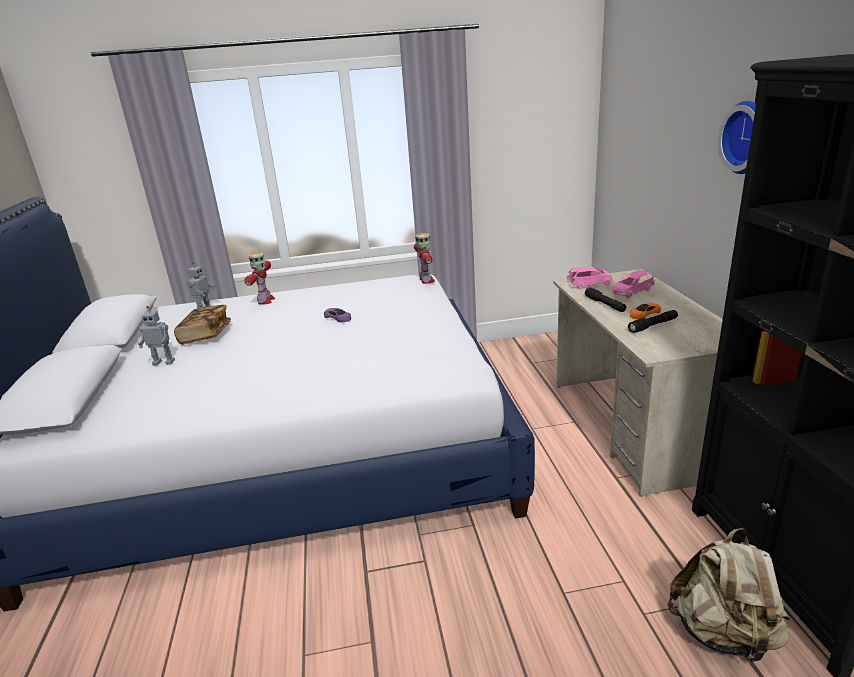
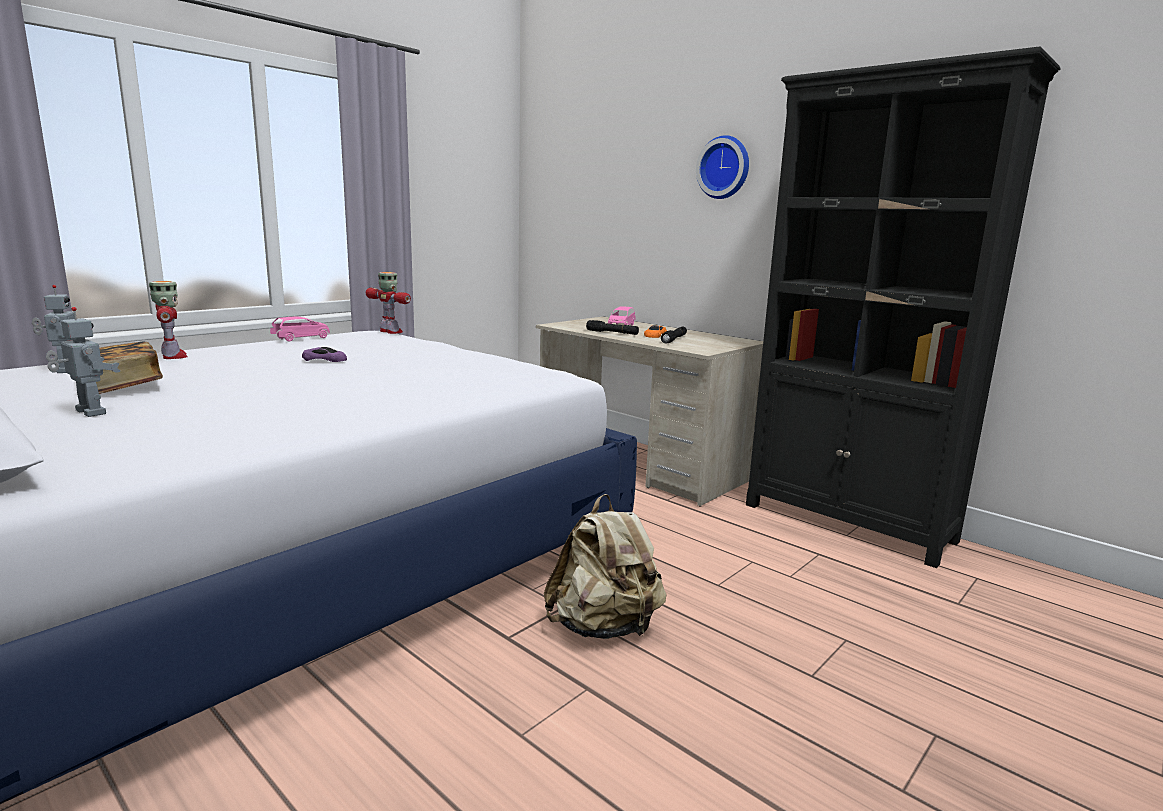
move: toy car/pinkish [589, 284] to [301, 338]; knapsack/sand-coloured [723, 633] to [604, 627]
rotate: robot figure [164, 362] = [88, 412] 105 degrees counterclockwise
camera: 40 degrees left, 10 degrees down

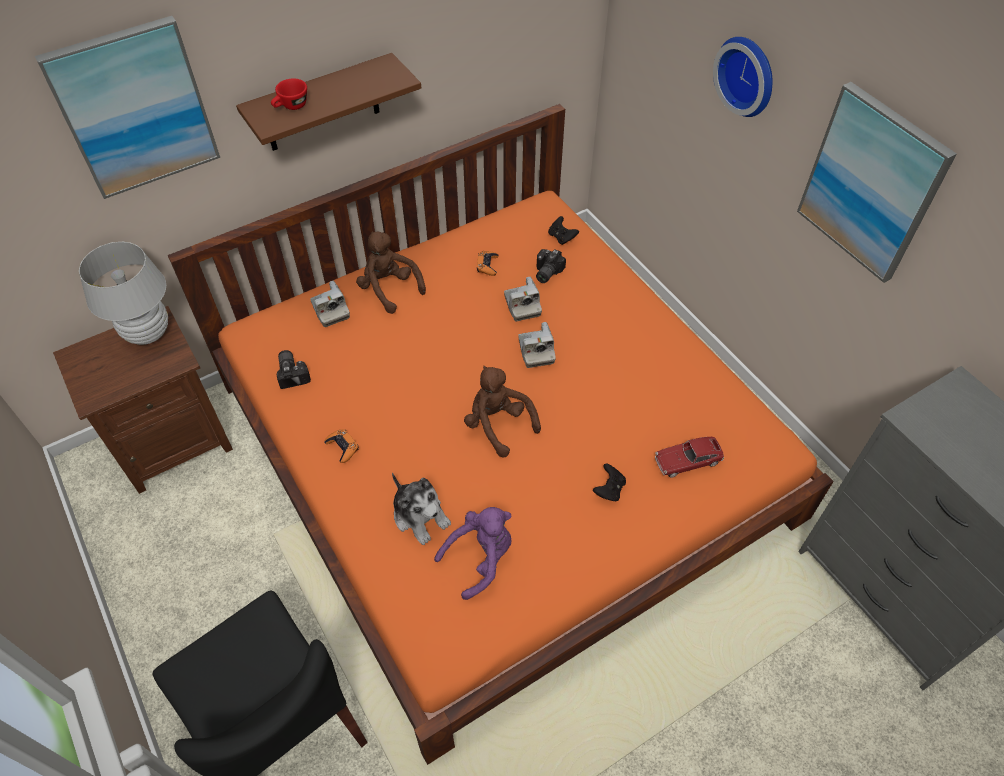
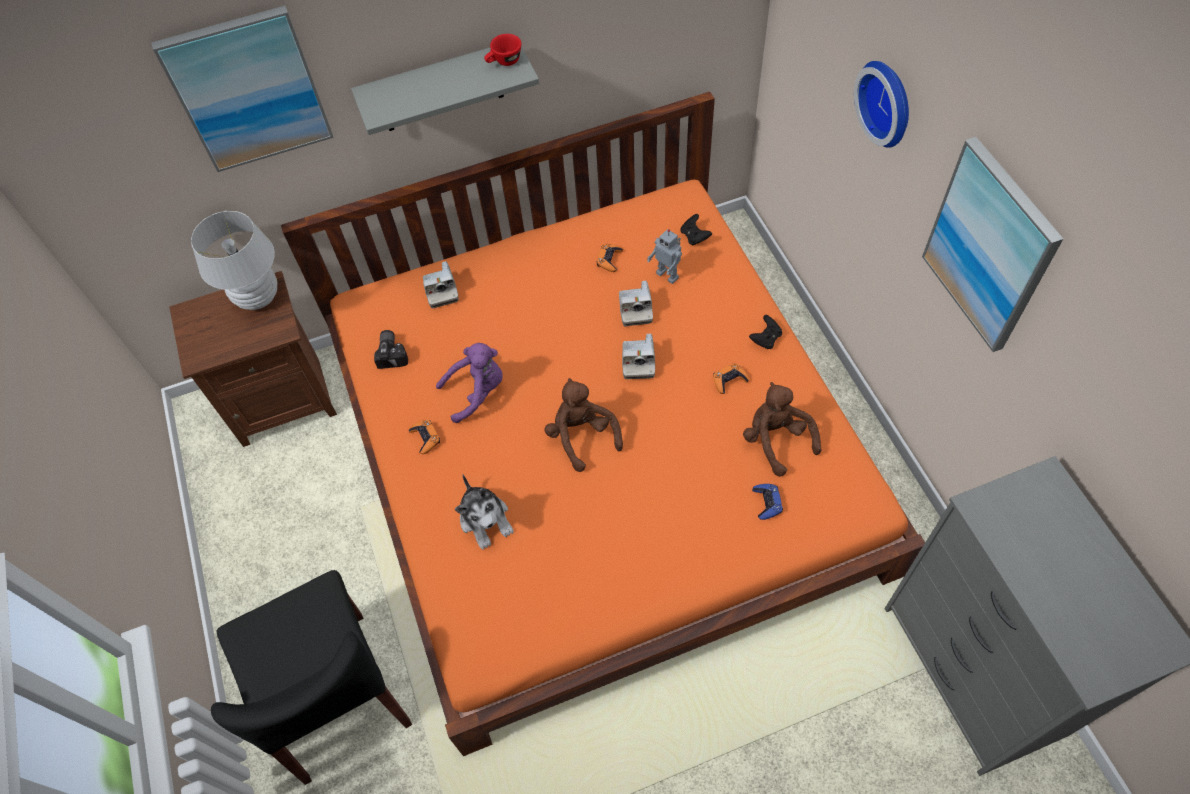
insert: joypad/orange-coloured [729, 380]
move: small cup/red [291, 107] to [504, 62]; soft toy/brownish [389, 289] to [776, 440]; joypad/blackish [609, 489] to [765, 339]; soft toy/purplish [480, 558] to [477, 392]
replace: photo camera [545, 272] to robot figure [668, 275]; toy car [687, 461] to joypad/bluish [767, 503]
recolor: shelf/brownish [321, 104] to shelf/greyish [441, 88]
camera: 15 degrees right, 5 degrees up

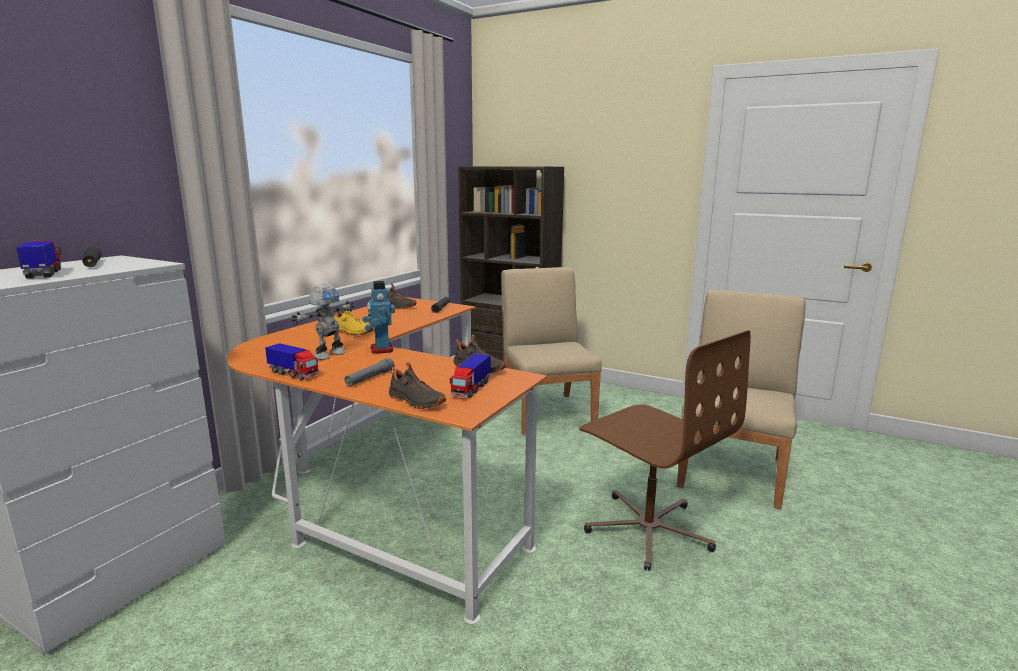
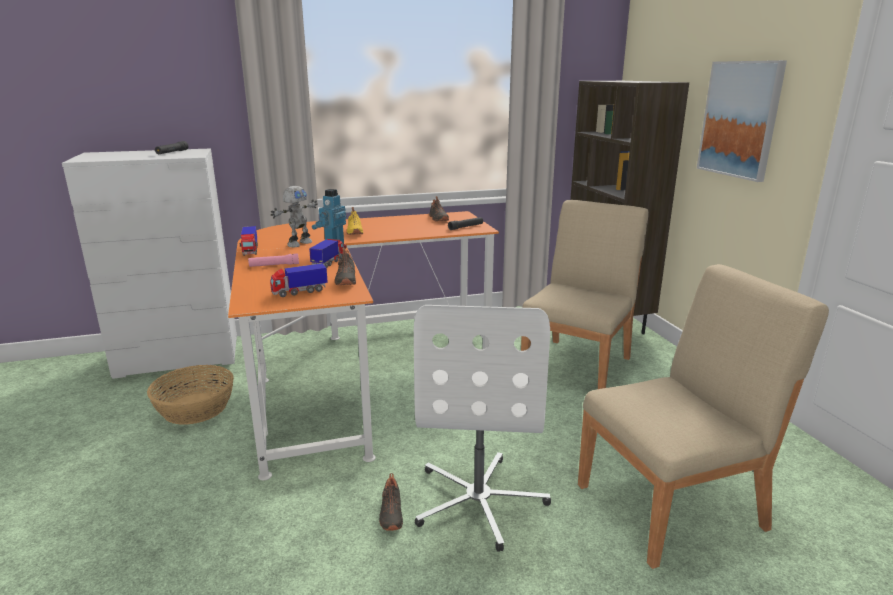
insert: picture [740, 119]; storage basket [195, 408]
move: toy lorry [44, 273] to [328, 262]; low shoe/blackish [415, 402] to [390, 513]
recolor: computer chair/brownish [648, 529] to computer chair/whitish [479, 500]; hand torch/greyish [370, 378] to hand torch/pinkish [274, 265]
rotate: robot figure [328, 355] = [299, 243] 45 degrees counterclockwise
camera: 45 degrees right, 5 degrees up

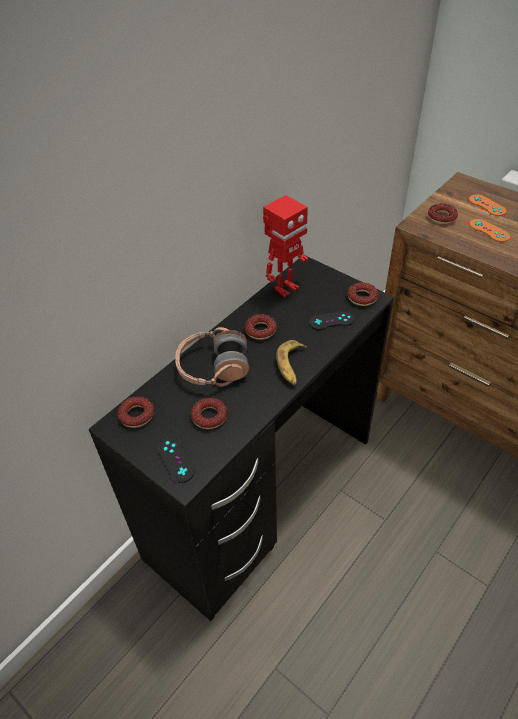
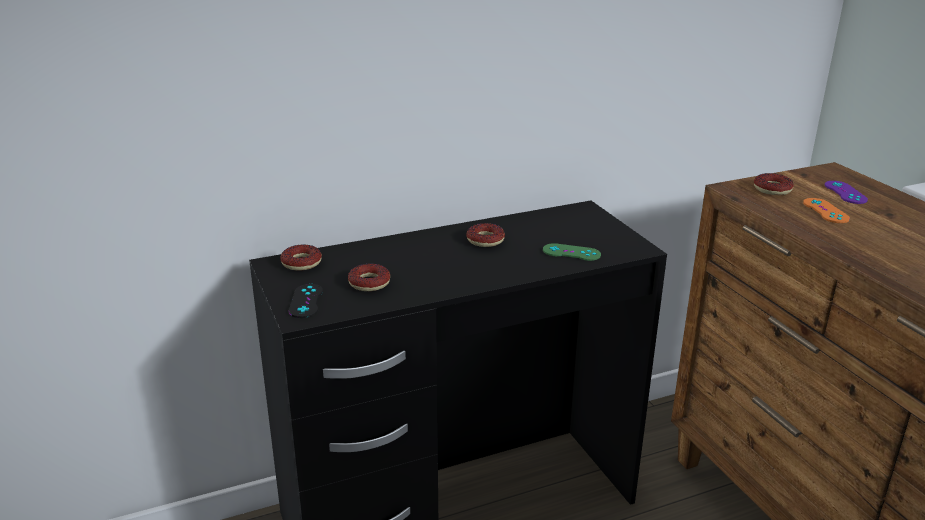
delete: robot figure [285, 288]; doughnut [362, 297]; headset [213, 367]; banana fruit [291, 366]
recolor: joypad/orange-coloured [487, 205] to joypad/purplish [845, 192]; joypad/blackish [331, 321] to joypad/greenish [571, 252]
camera: 25 degrees right, 20 degrees down

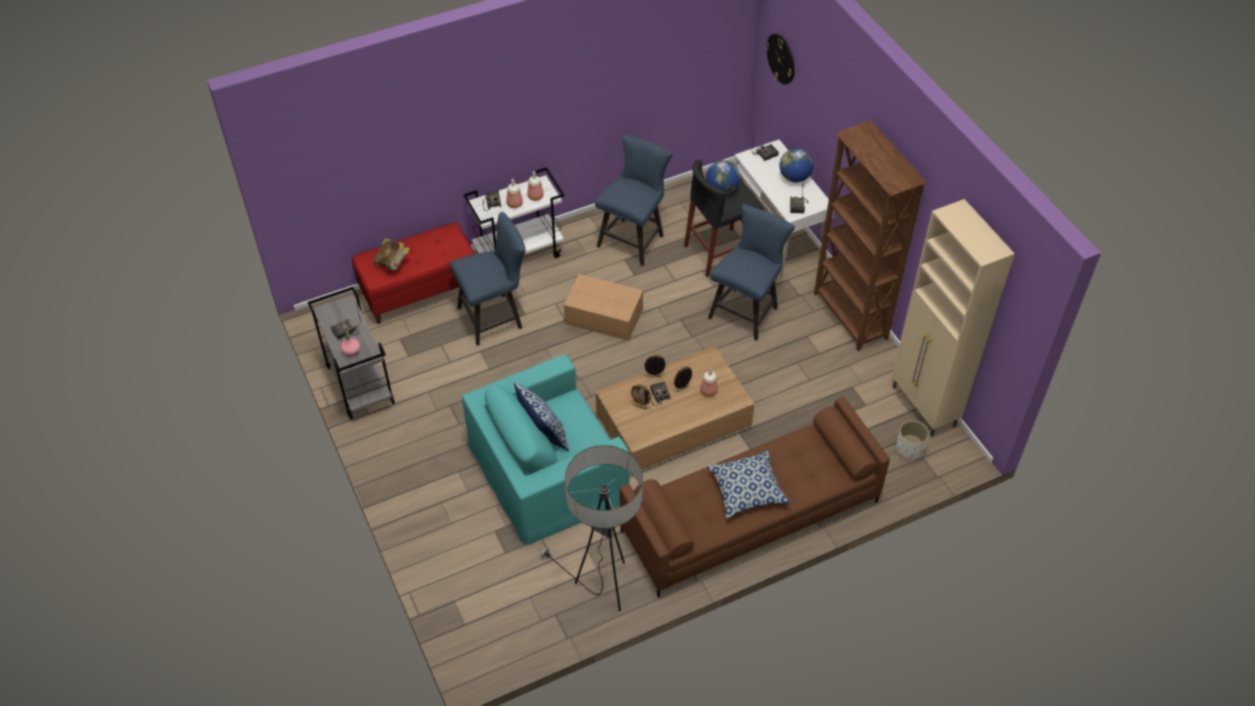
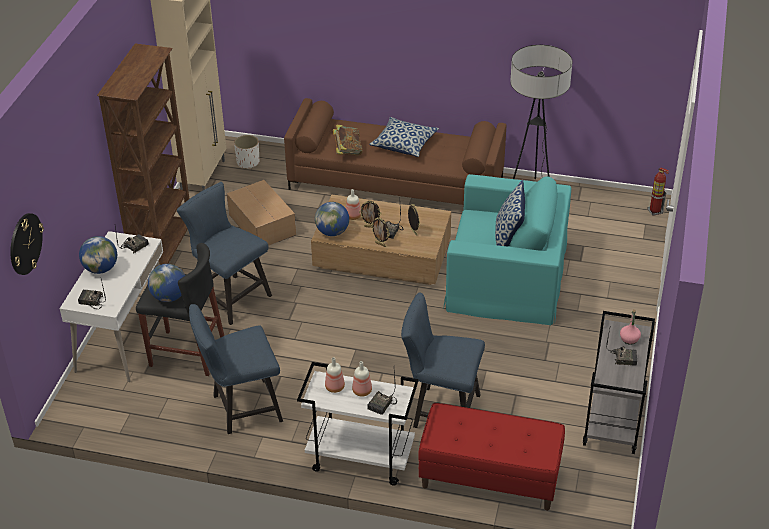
insert: fire-fighting cylinder [655, 211]; world globe [332, 232]
move: bound book [393, 264] to [347, 150]; packing box [604, 317] to [262, 224]
rotate: chair/bluish [746, 310] = [230, 297] 60 degrees clockwise
camera: 140 degrees left, 10 degrees down

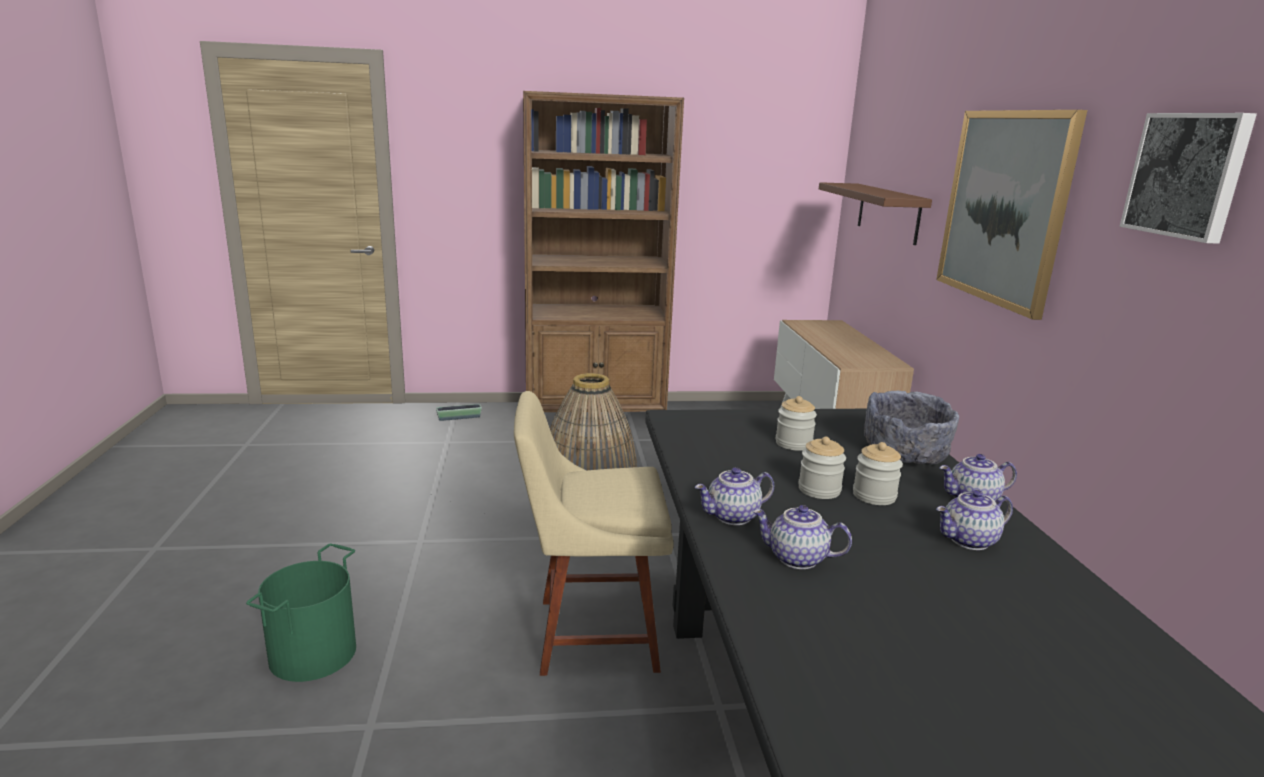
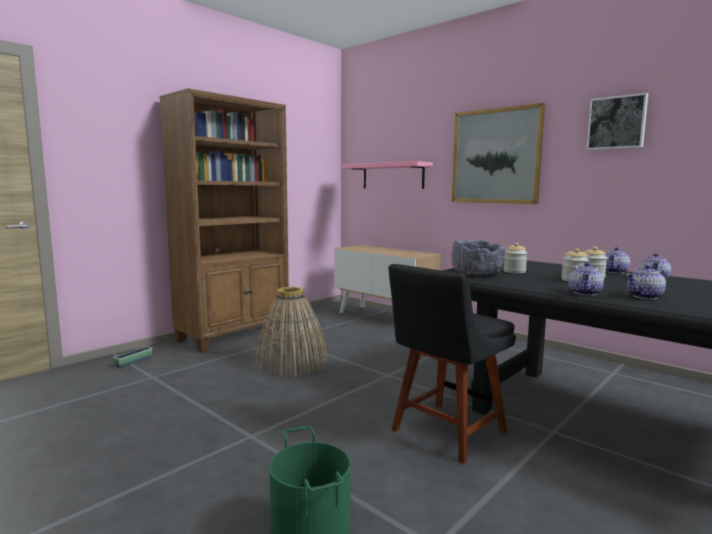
move: bowl/greyish [905, 454] to [476, 274]
recolor: shelf/brownish [888, 212] to shelf/pinkish [392, 176]; chair/sand-coloured [589, 634] to chair/blackish [445, 433]
camera: 40 degrees left, 10 degrees down

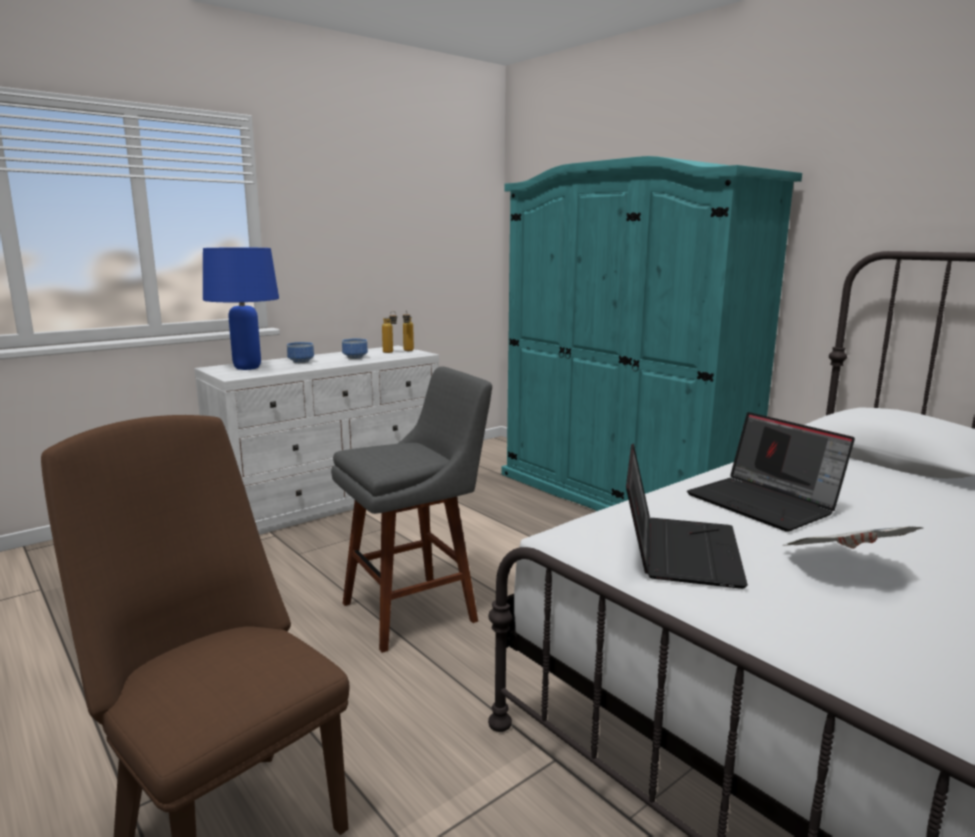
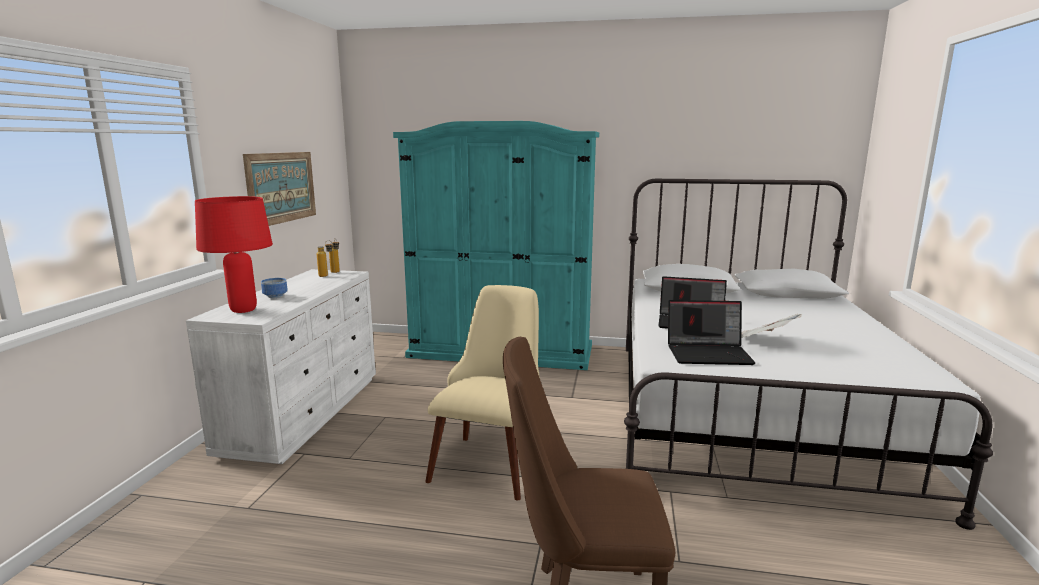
delete: bowl [354, 357]
insert: picture [281, 187]
replace: sitting stool/greyish [416, 610] to chair/sand-coloured [492, 457]
recolor: lamp for a table/bluish [246, 368] to lamp for a table/red [243, 310]
rotate: laptop [678, 550] = [709, 353] 120 degrees clockwise
camera: 40 degrees left, 0 degrees up

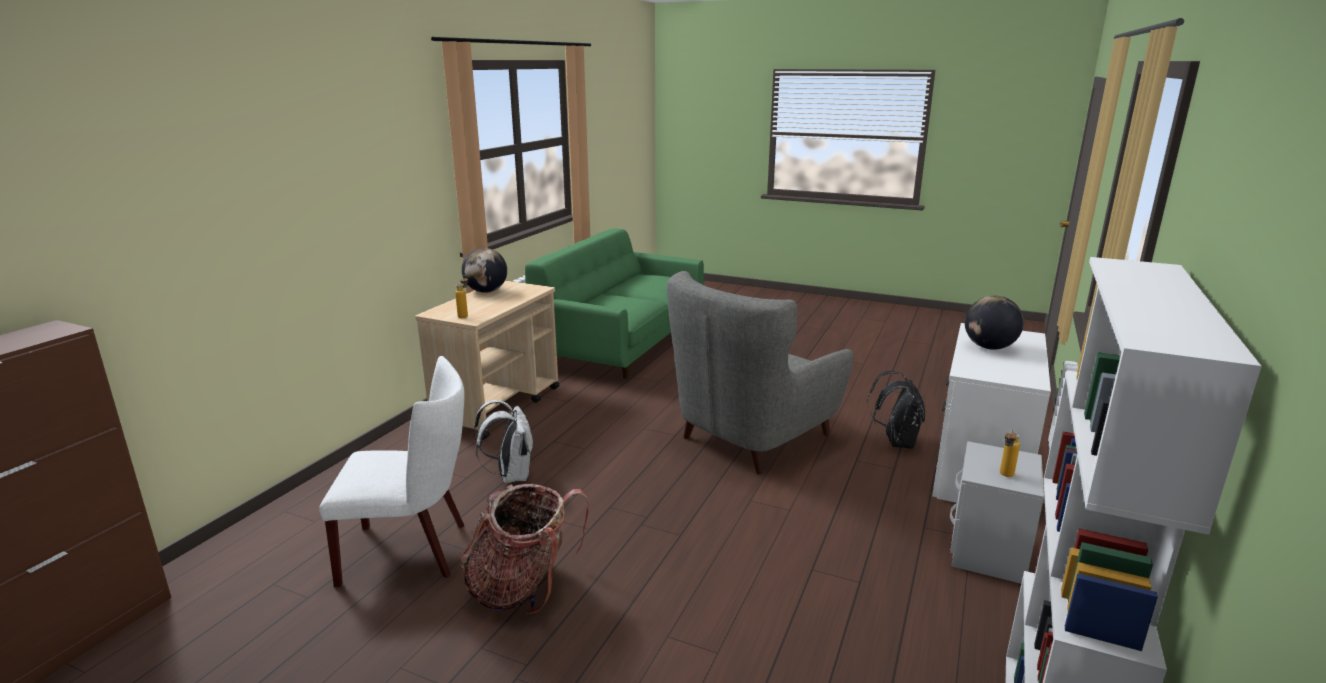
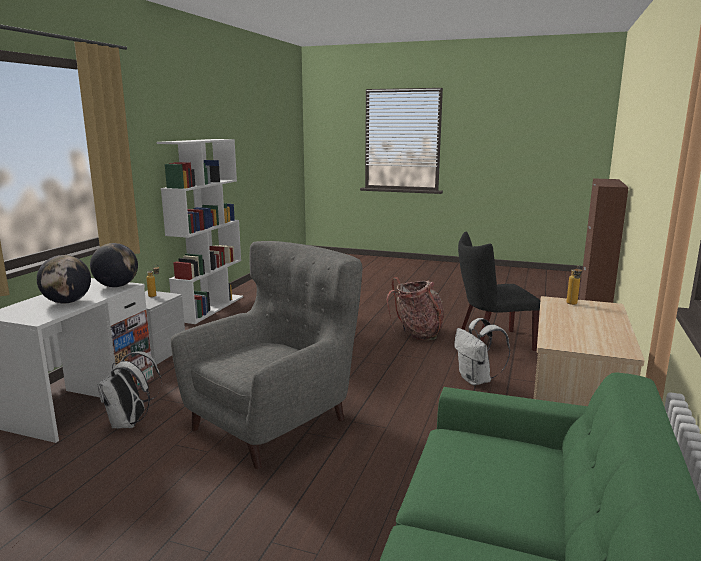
move: world globe [486, 291] to [116, 286]
recolor: chair/whitish [413, 551] to chair/blackish [491, 342]; knapsack/blackish [896, 442] to knapsack/whitish [130, 423]
camera: 175 degrees right, 5 degrees down

